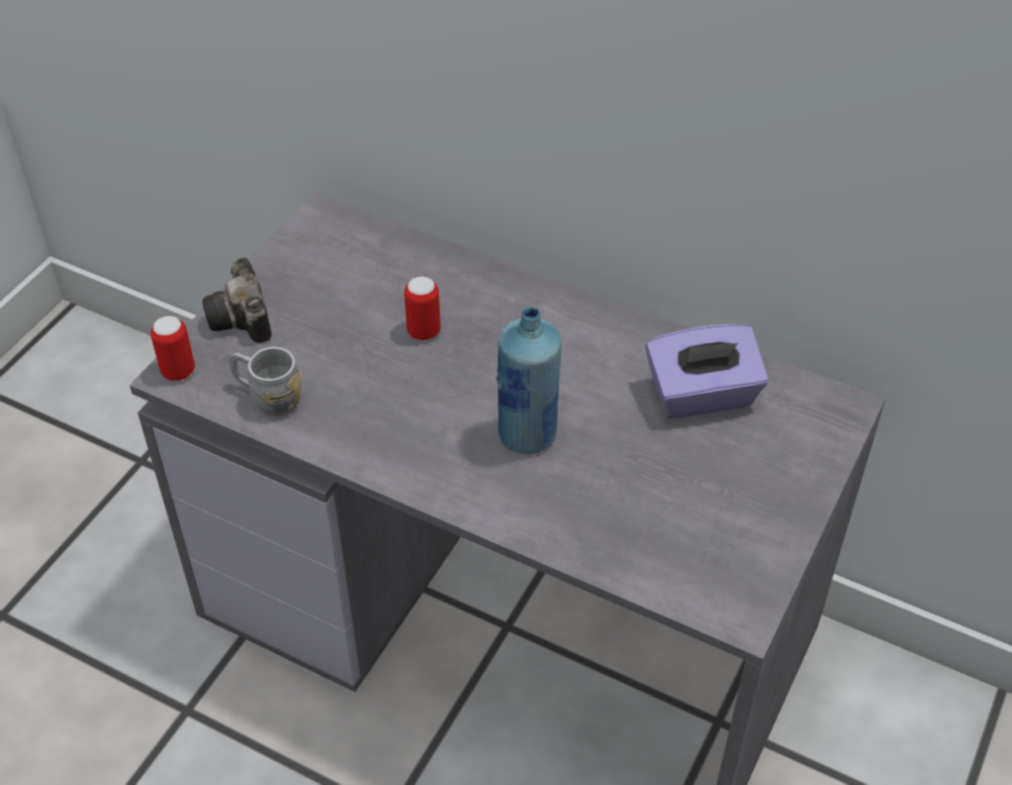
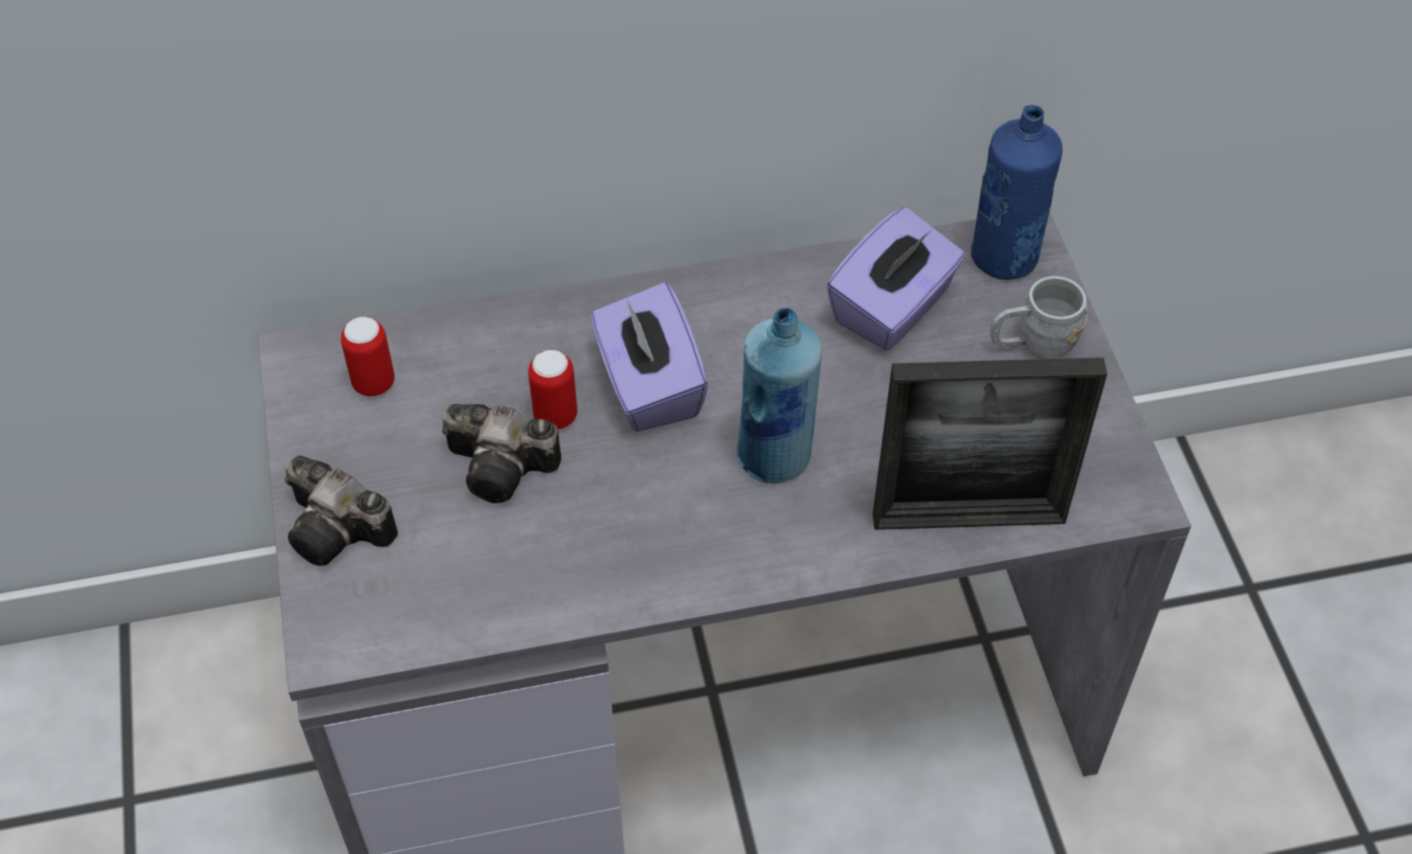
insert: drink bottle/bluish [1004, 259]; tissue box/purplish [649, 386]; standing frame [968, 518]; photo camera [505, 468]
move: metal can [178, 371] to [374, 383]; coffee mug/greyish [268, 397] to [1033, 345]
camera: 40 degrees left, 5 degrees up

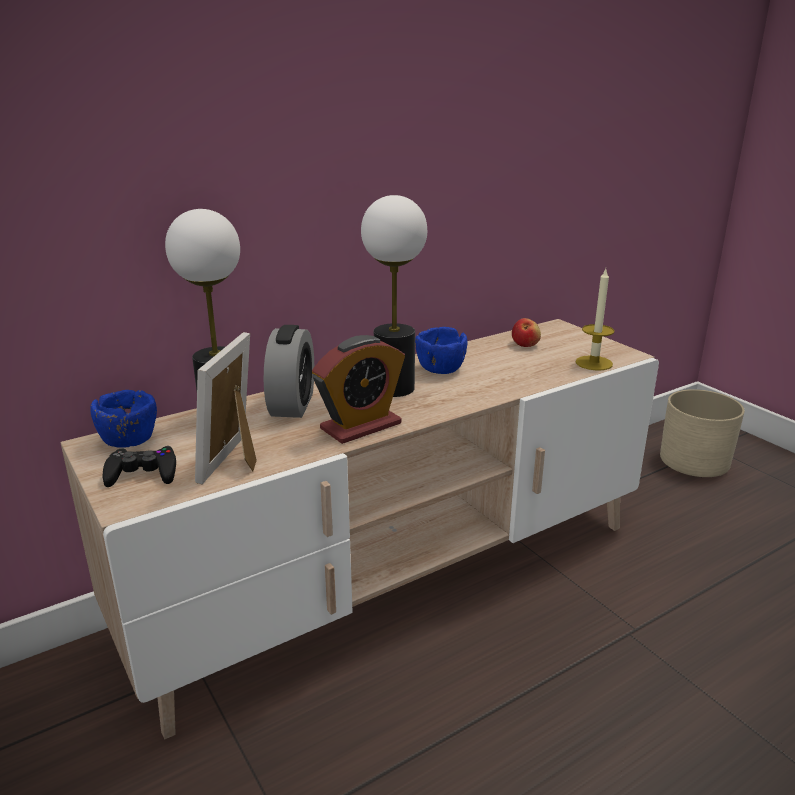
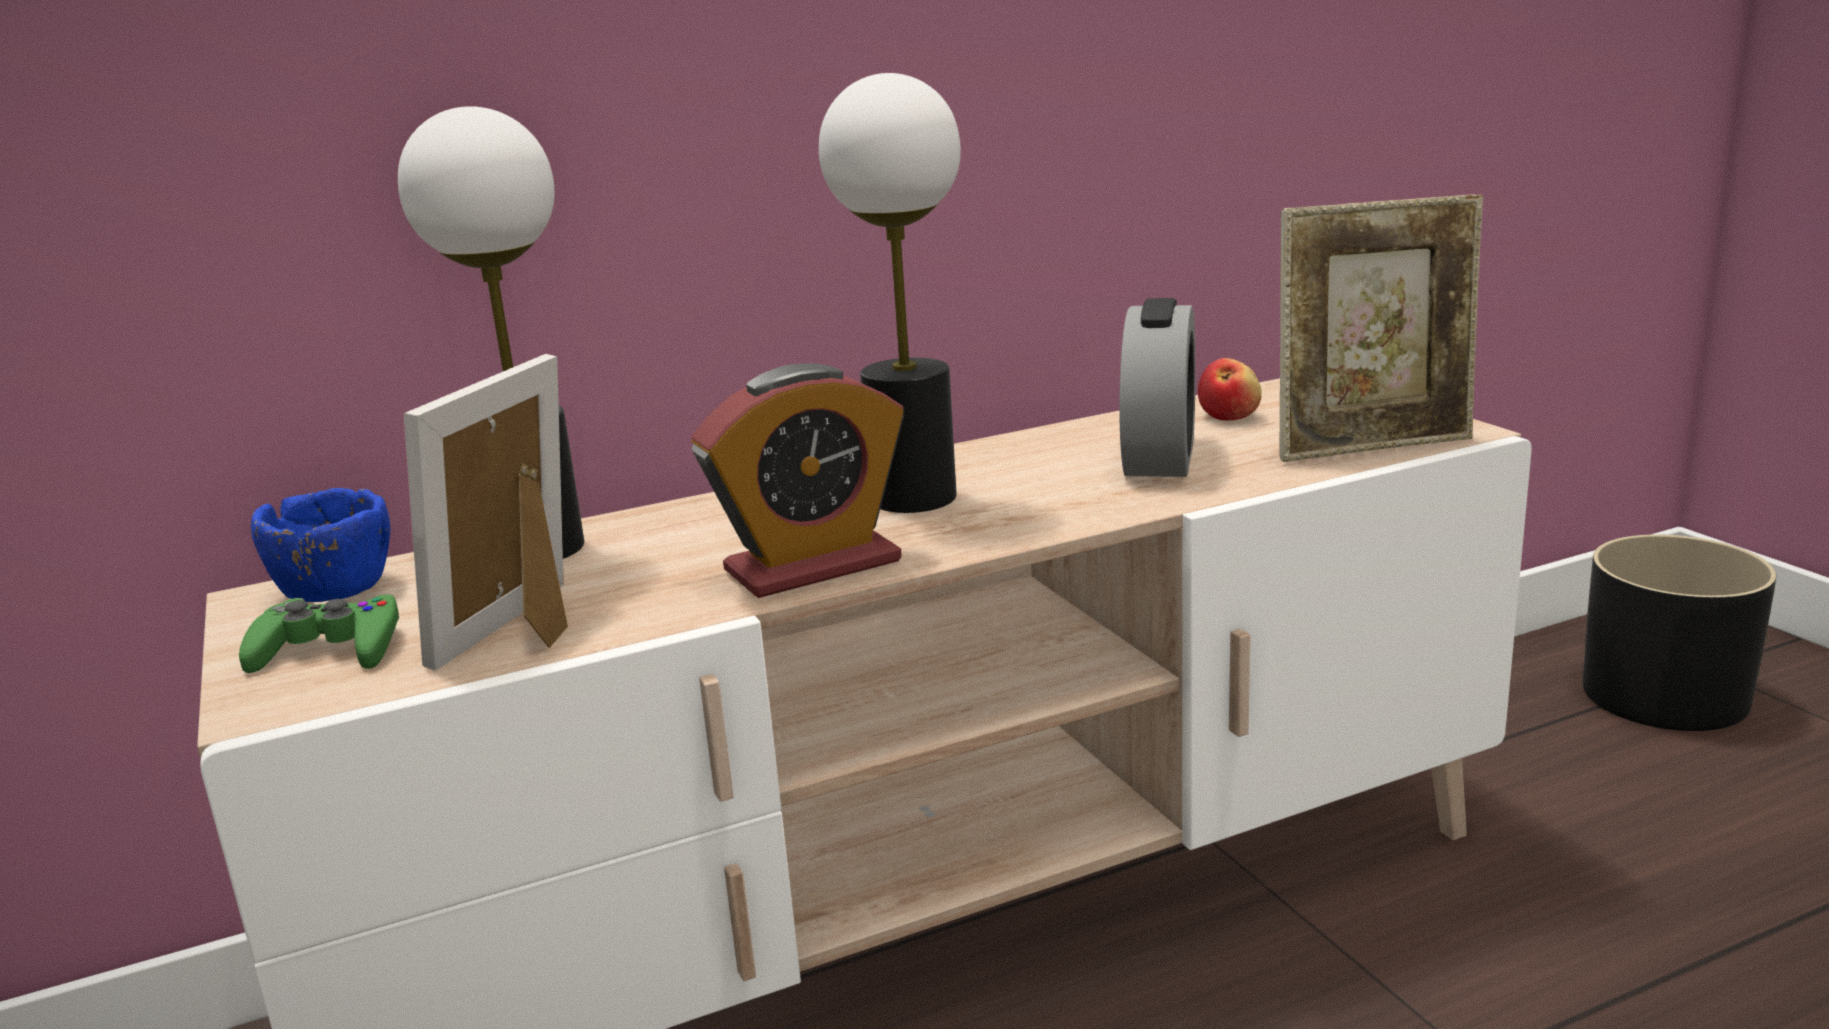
delete: bowl/bluish [440, 369]
move: alarm clock [292, 404] to [1159, 458]
replace: wax light [594, 363] to standing frame [1374, 447]
recolor: flower pot/sand-coloured [694, 460] to flower pot/blackish [1664, 694]; joypad/blackish [142, 473] to joypad/greenish [329, 649]
camera: 10 degrees right, 5 degrees down

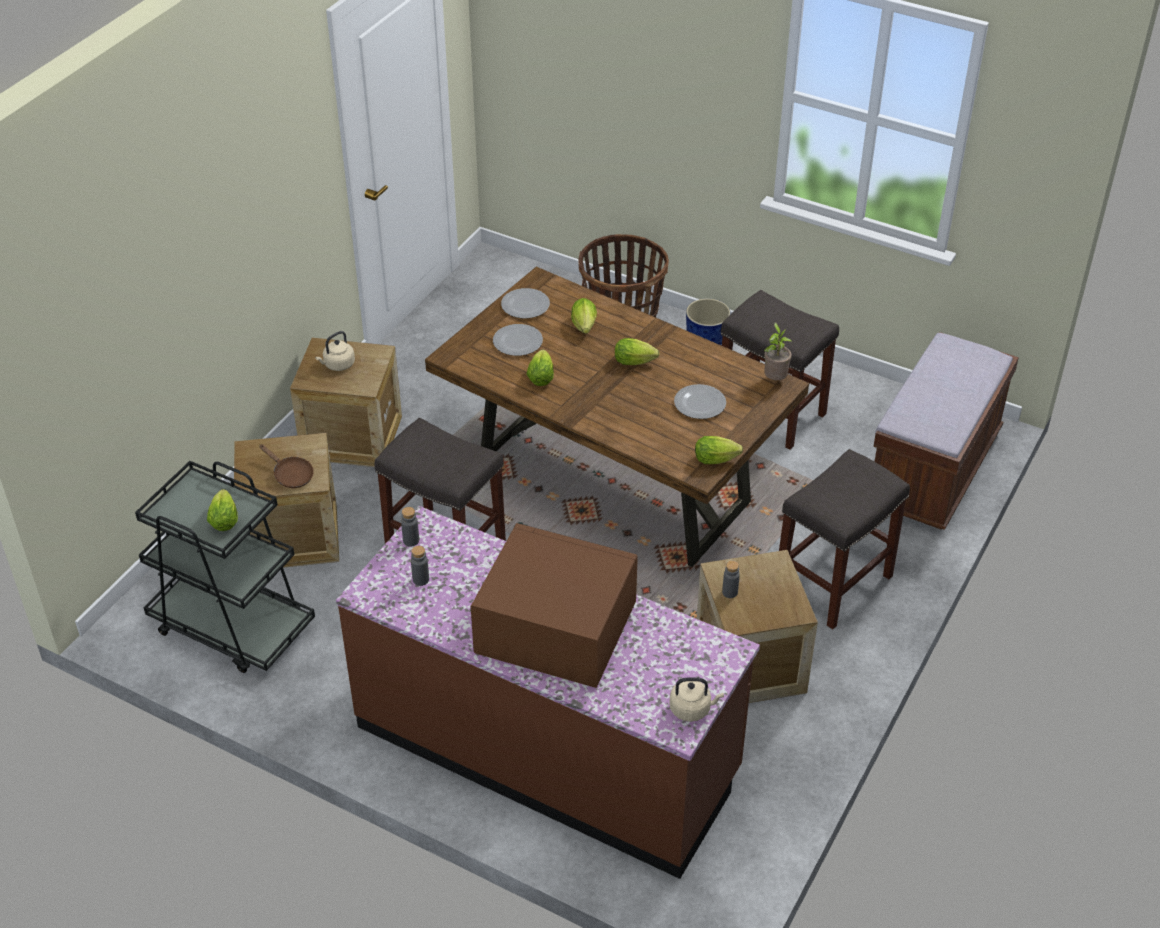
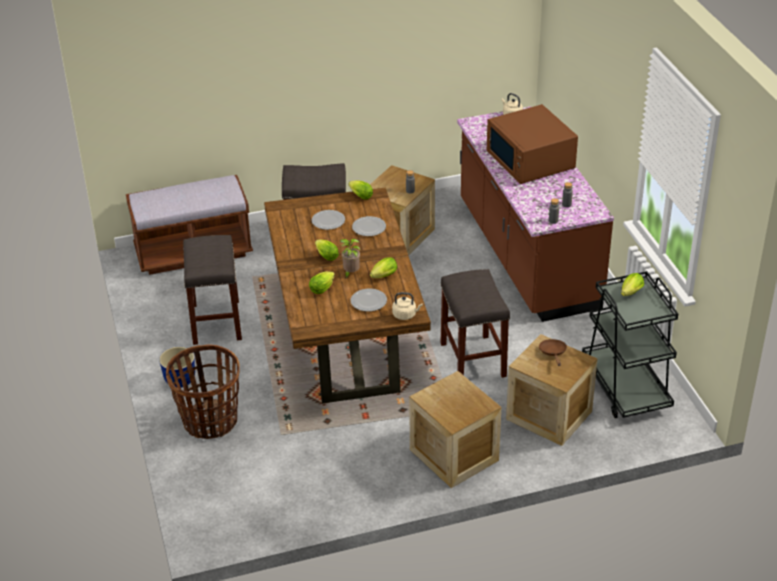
move: flat dish [524, 305] to [369, 228]; plant in a pot [775, 379] to [350, 273]; tea kettle/sand-coloured [338, 365] to [405, 315]
camera: 135 degrees left, 5 degrees down

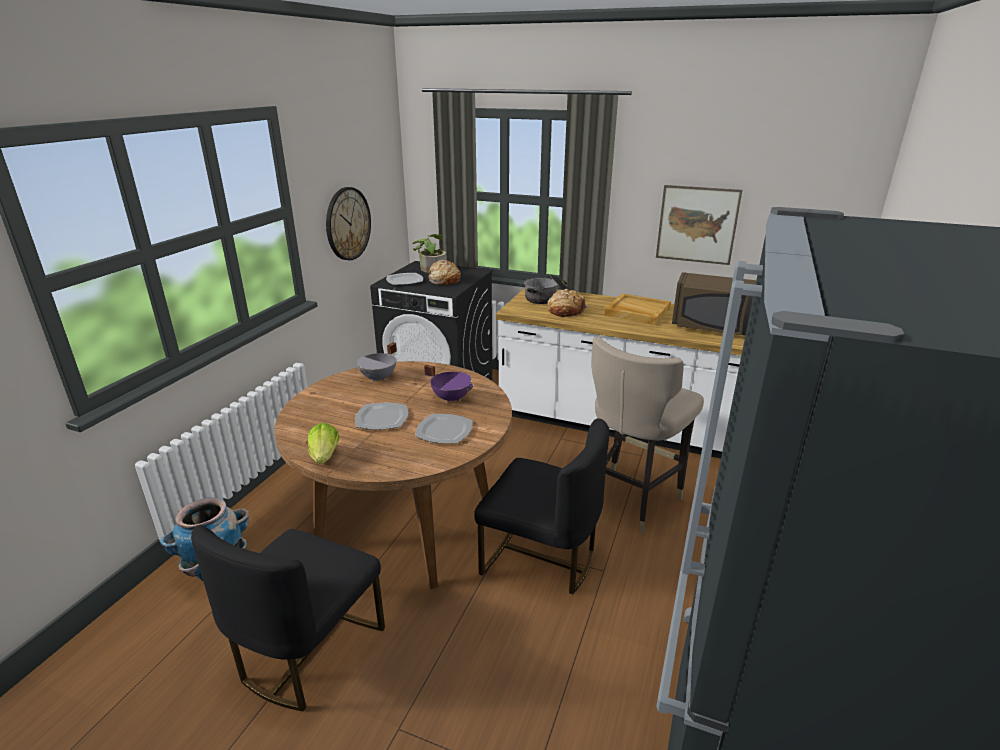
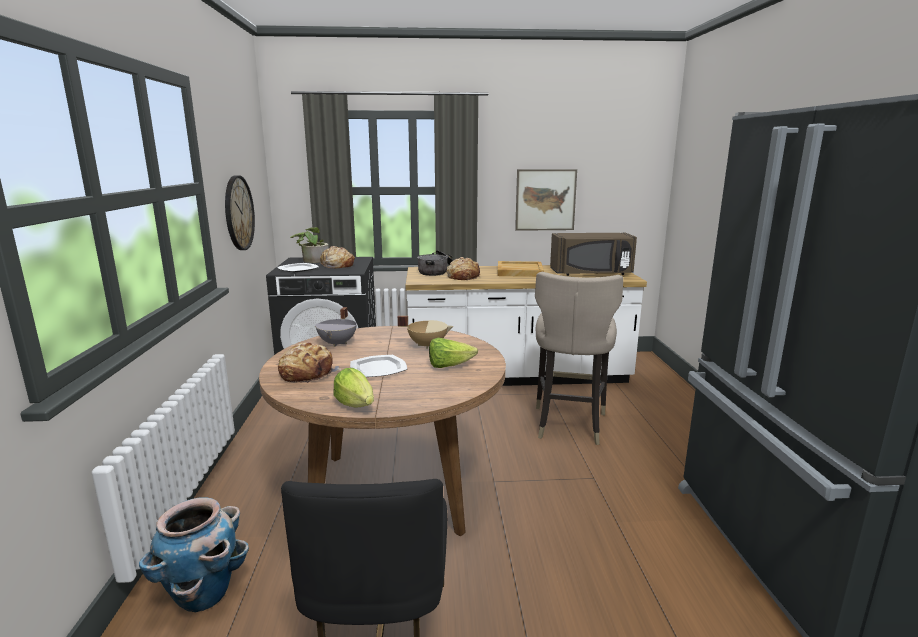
delete: chair/blackish [540, 558]
insert: bread [307, 373]
replace: flat dish [444, 430] to lettuce [449, 366]
recolor: cooking pot/purplish [451, 398] to cooking pot/sand-coloured [427, 345]
camera: 25 degrees left, 10 degrees down

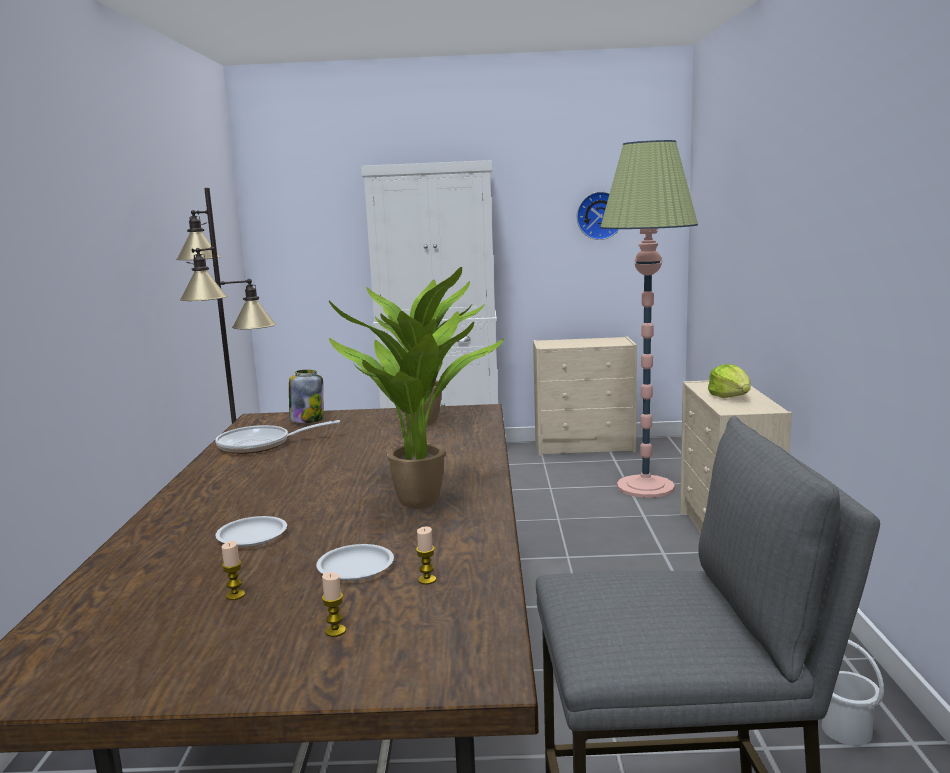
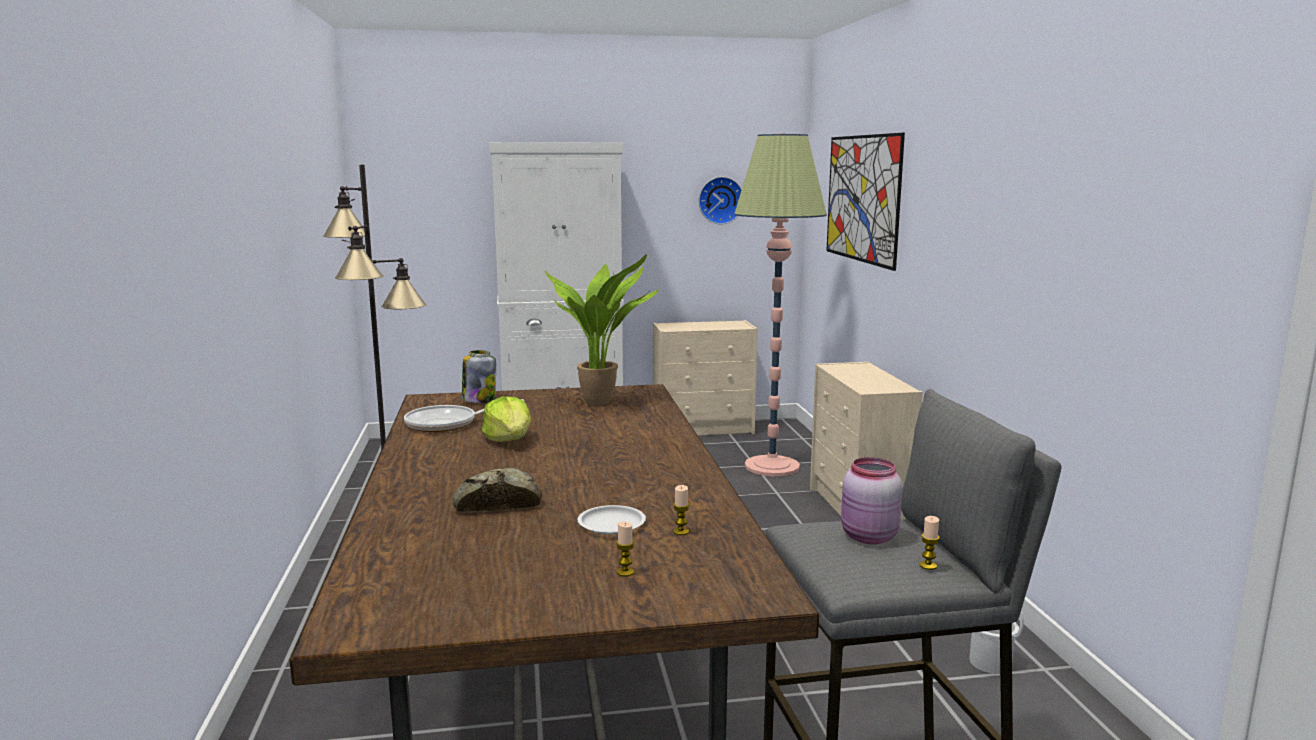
delete: plant in a pot [421, 506]
insert: picture [862, 198]; storage jar/pinkish [868, 537]
move: lettuce [730, 397] to [509, 440]; wax light [235, 595] to [928, 566]
replace: flat dish/whitish [251, 536] to bread [497, 503]
camera: 10 degrees left, 0 degrees up

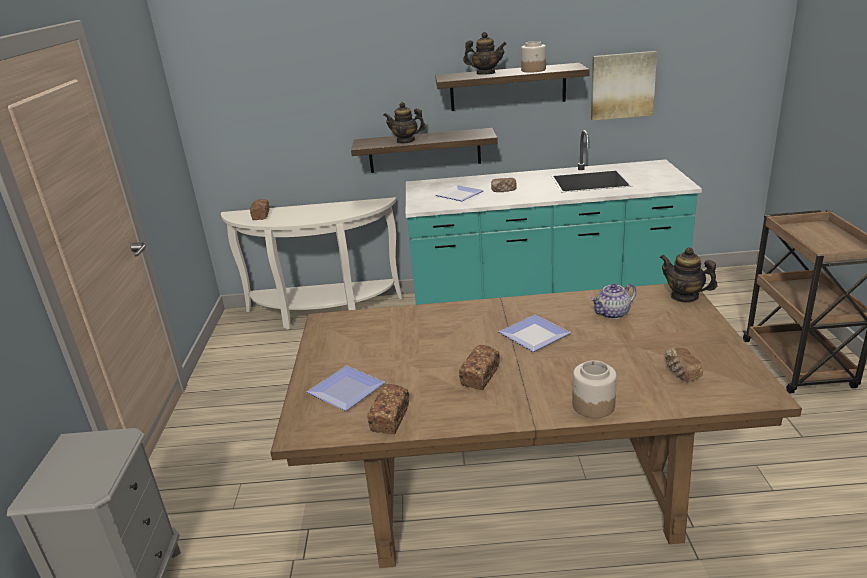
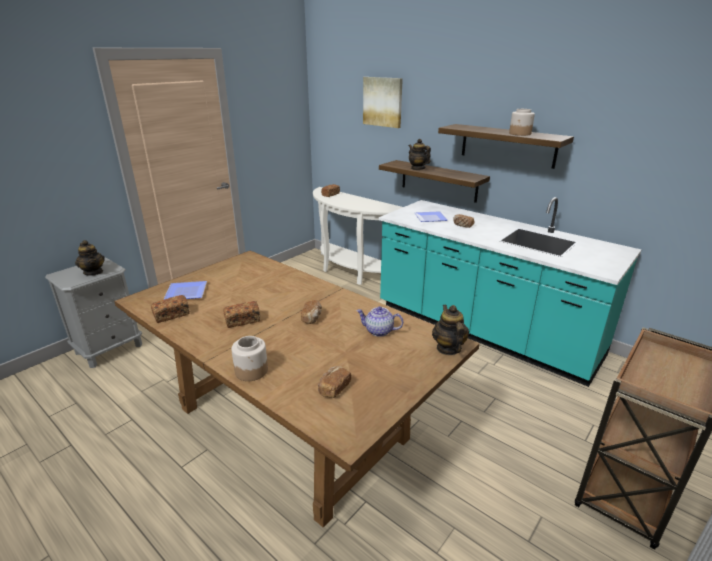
move: tea pot [485, 74] to [93, 272]; picture [622, 85] to [383, 102]
replace: flat dish [536, 335] to bread [312, 318]
camera: 40 degrees right, 0 degrees up

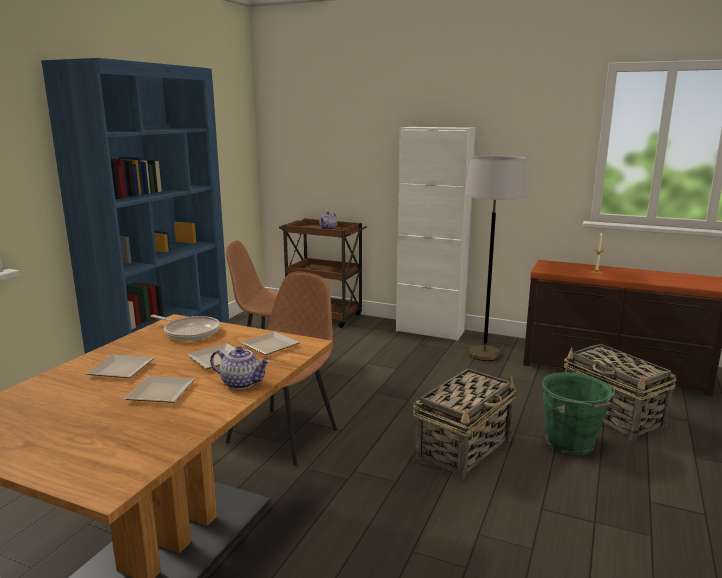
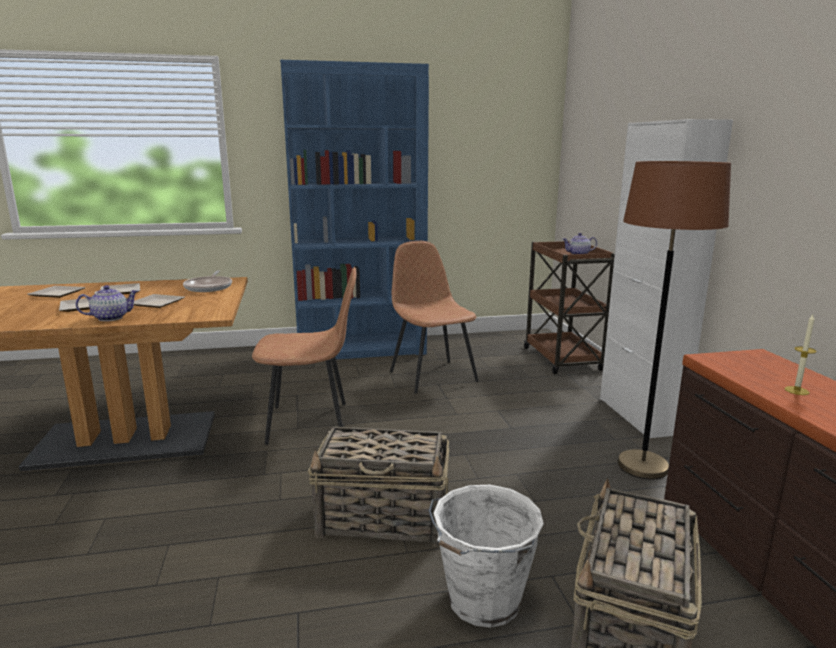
move: flat dish [270, 345] to [59, 293]
recolor: standard lamp/greyish [484, 354] to standard lamp/brownish [642, 466]; bucket/greenish [571, 444] to bucket/whitish [482, 602]
rotate: tea pot [242, 383] = [111, 318] 105 degrees counterclockwise
camera: 55 degrees right, 0 degrees up

